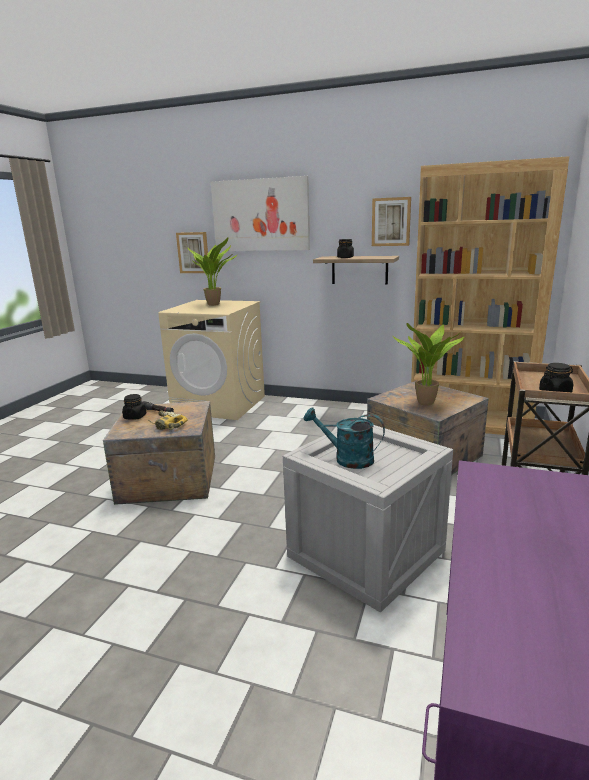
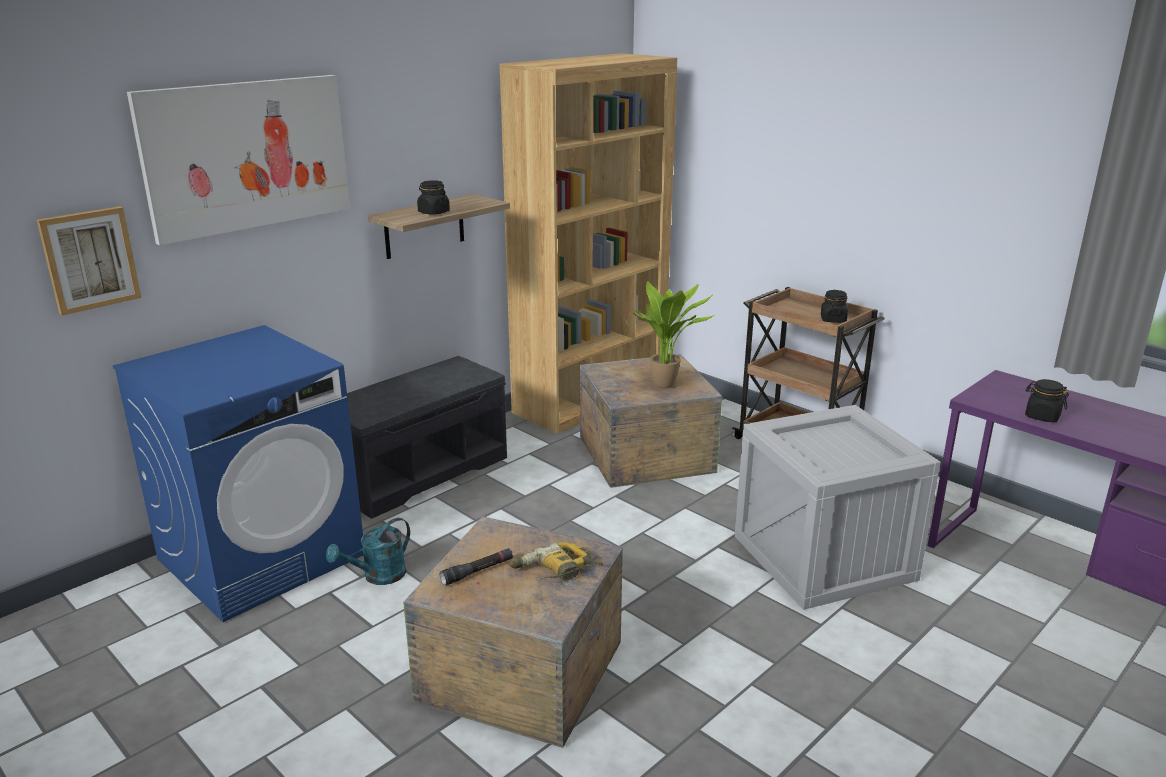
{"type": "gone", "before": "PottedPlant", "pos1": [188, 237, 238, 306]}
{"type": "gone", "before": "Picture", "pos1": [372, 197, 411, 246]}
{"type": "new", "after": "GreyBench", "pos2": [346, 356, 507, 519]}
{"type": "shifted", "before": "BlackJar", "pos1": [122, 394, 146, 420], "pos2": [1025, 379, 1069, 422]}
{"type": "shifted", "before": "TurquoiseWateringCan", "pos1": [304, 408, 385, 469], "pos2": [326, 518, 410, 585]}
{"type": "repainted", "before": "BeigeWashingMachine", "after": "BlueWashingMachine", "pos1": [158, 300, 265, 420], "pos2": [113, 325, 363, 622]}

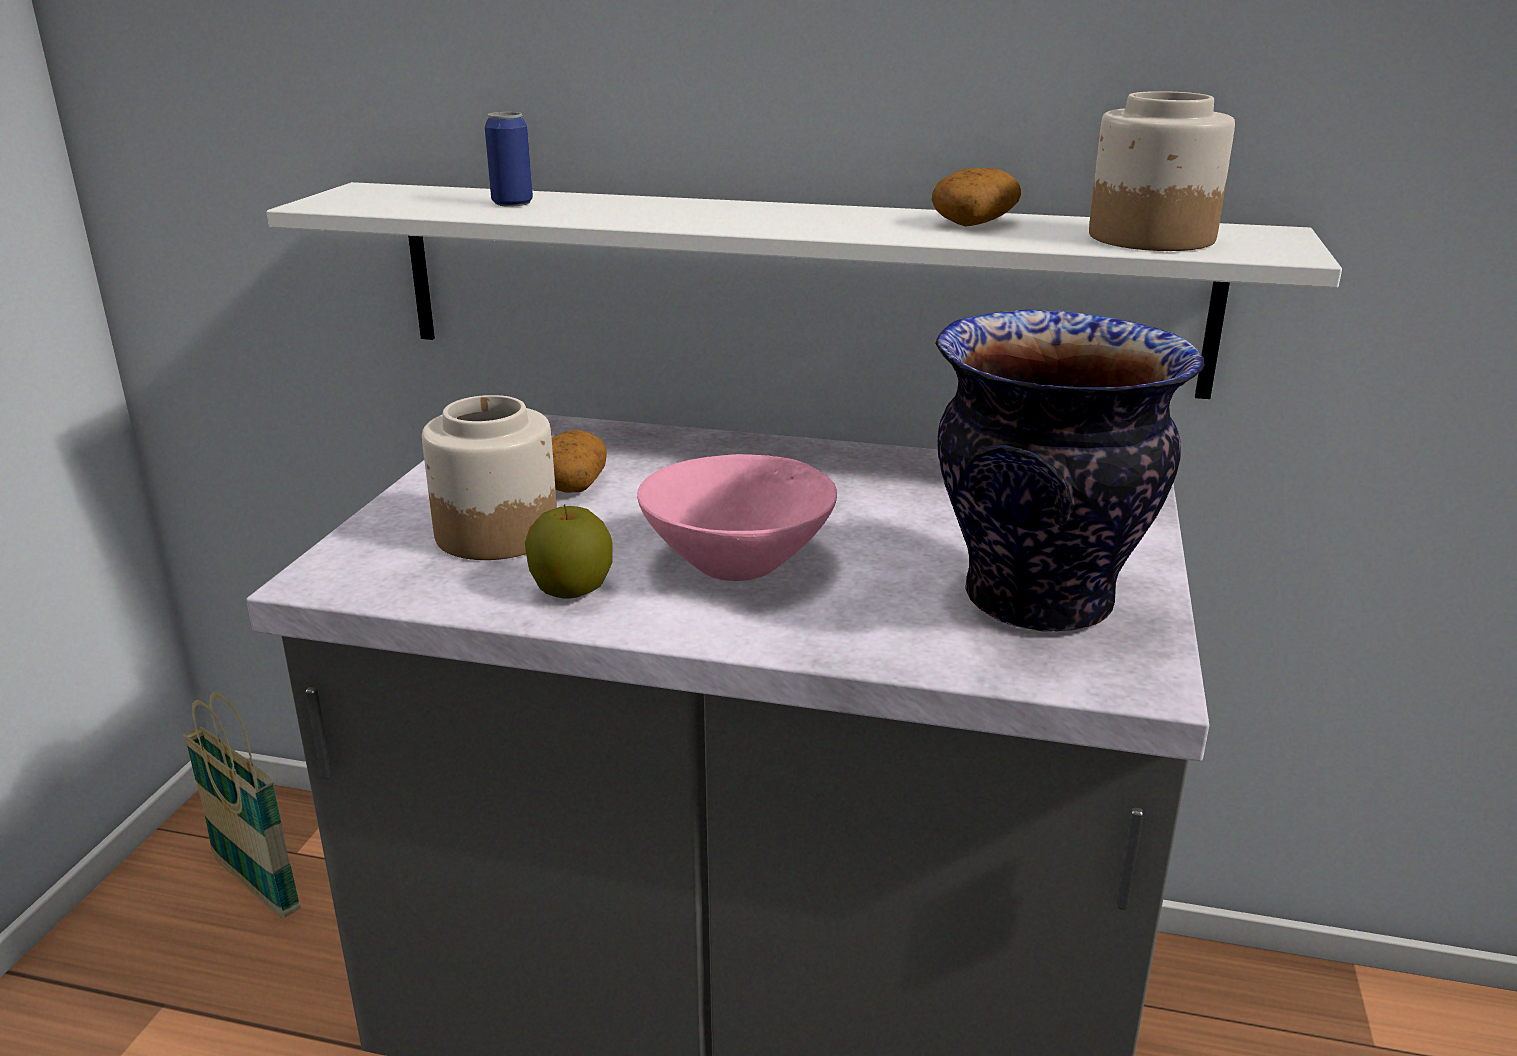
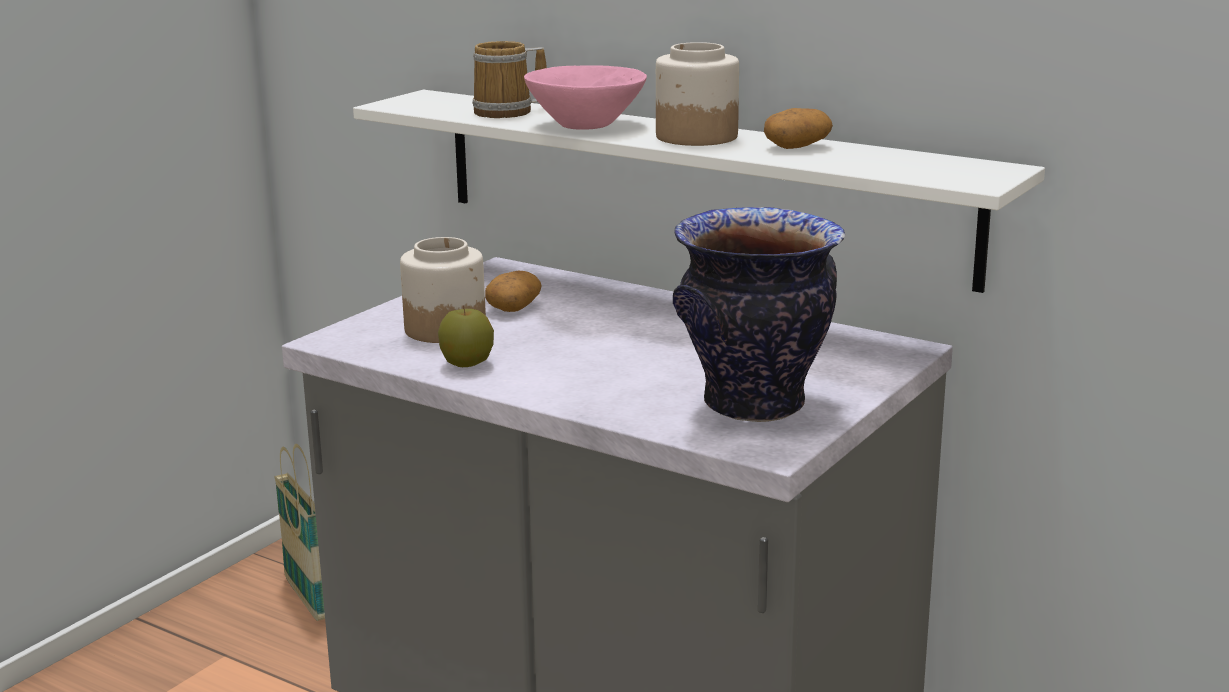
{"type": "shifted", "before": "PinkBowl", "pos1": [637, 454, 837, 581], "pos2": [524, 65, 647, 130]}
{"type": "shifted", "before": "Jar", "pos1": [1089, 91, 1235, 251], "pos2": [656, 42, 739, 146]}
{"type": "swapped", "before": "Can", "after": "Mug", "pos1": [485, 112, 533, 207], "pos2": [472, 41, 547, 118]}

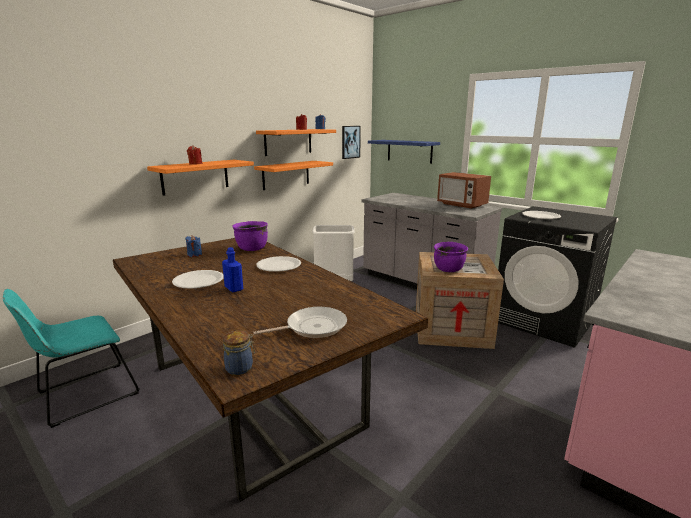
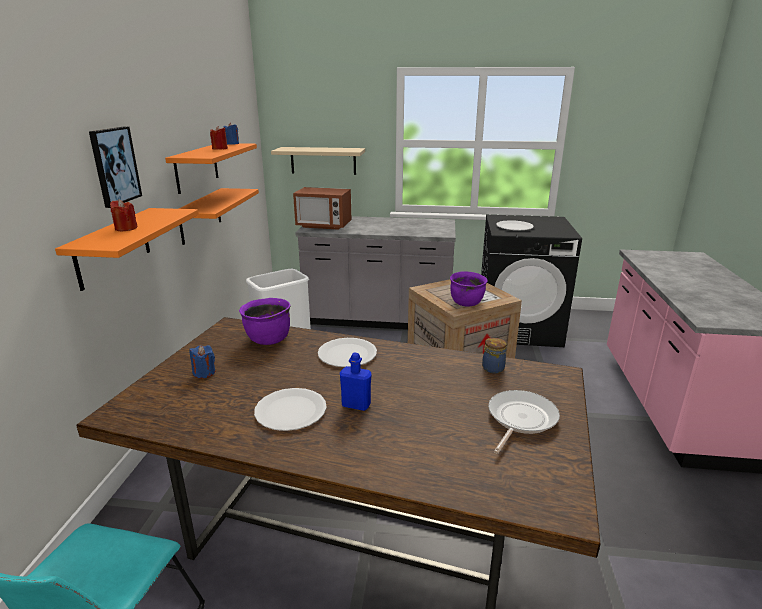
{"type": "shifted", "before": "Jar", "pos1": [223, 331, 255, 375], "pos2": [482, 338, 507, 374]}
{"type": "shifted", "before": "Picture", "pos1": [342, 126, 361, 159], "pos2": [89, 126, 142, 208]}
{"type": "shifted", "before": "Microwave", "pos1": [437, 172, 491, 209], "pos2": [293, 187, 351, 230]}
{"type": "repainted", "before": "BlueShelf", "after": "BeigeShelf", "pos1": [368, 140, 440, 164], "pos2": [271, 147, 365, 175]}

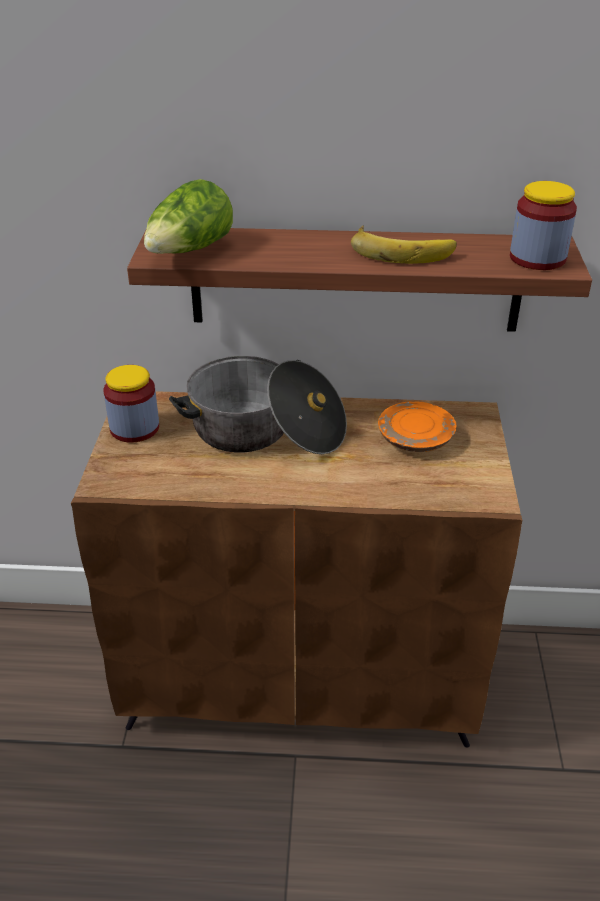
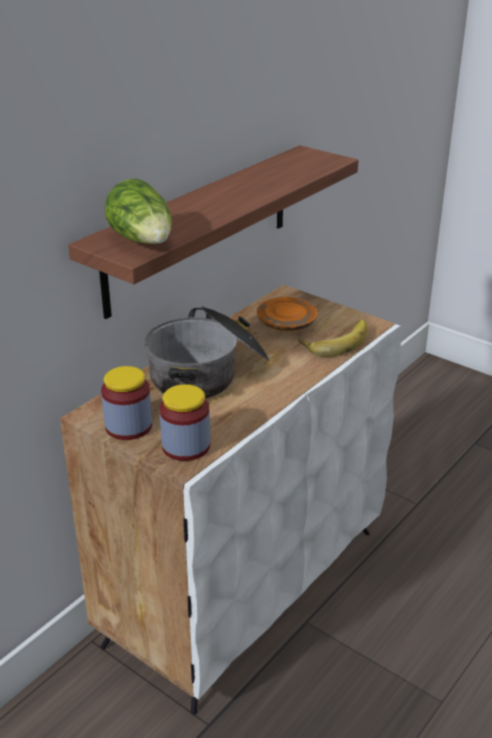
{"type": "shifted", "before": "Banana", "pos1": [351, 225, 457, 264], "pos2": [298, 319, 367, 357]}
{"type": "shifted", "before": "Jar", "pos1": [510, 181, 577, 270], "pos2": [159, 384, 210, 461]}
{"type": "repainted", "before": "BrownCabinet", "after": "WhiteCabinet", "pos1": [71, 391, 522, 748], "pos2": [60, 285, 401, 715]}

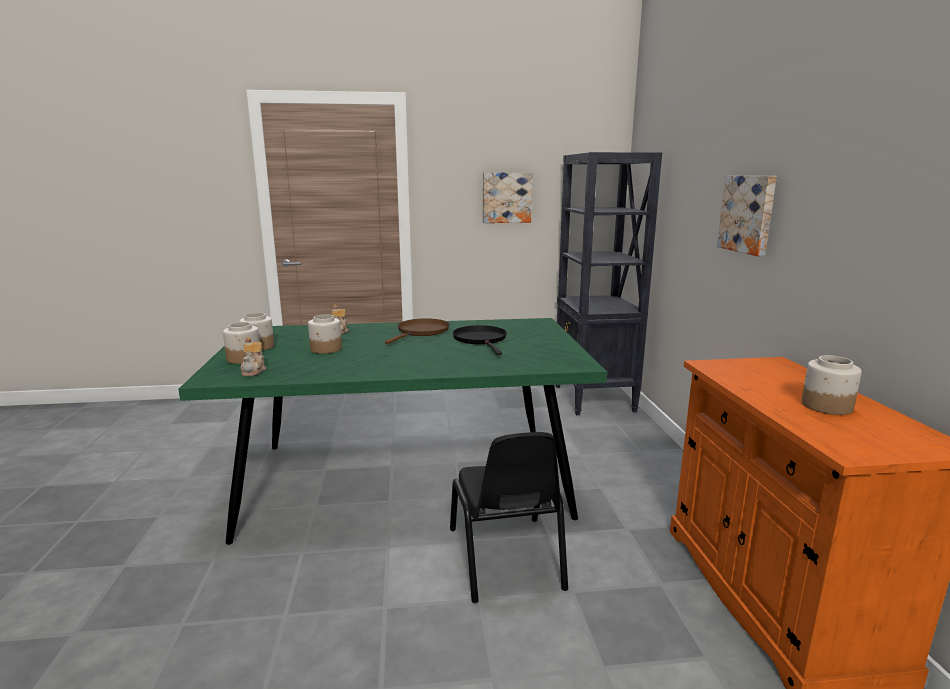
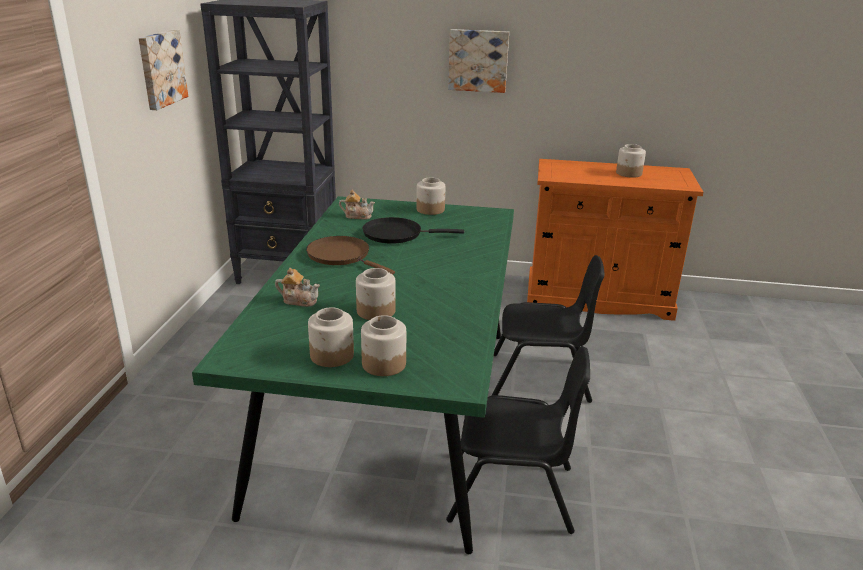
{"type": "new", "after": "Jar", "pos2": [417, 178, 446, 215]}
{"type": "new", "after": "BlackChair", "pos2": [446, 346, 590, 534]}
{"type": "shifted", "before": "Teapot", "pos1": [241, 337, 267, 376], "pos2": [339, 190, 375, 220]}

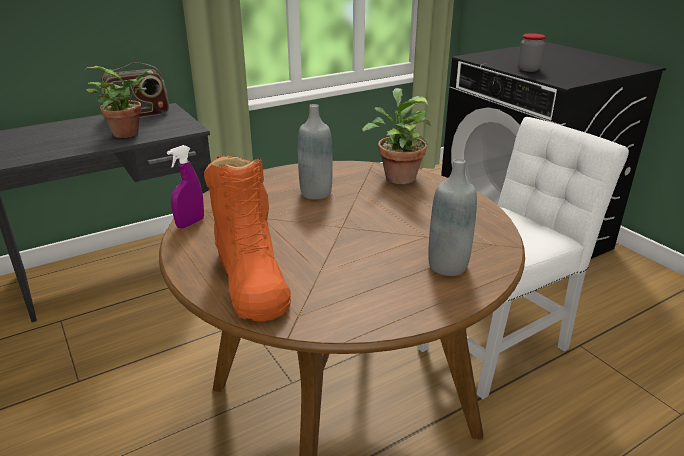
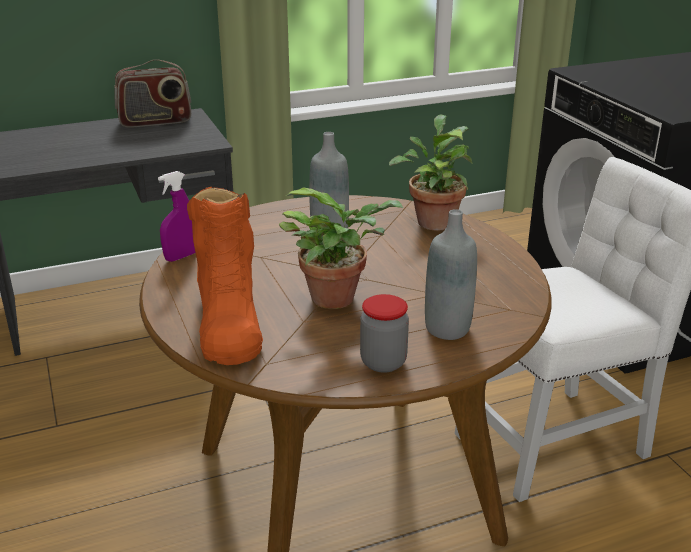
{"type": "shifted", "before": "PottedPlant", "pos1": [86, 66, 154, 138], "pos2": [279, 187, 403, 309]}
{"type": "shifted", "before": "Jar", "pos1": [518, 33, 546, 72], "pos2": [360, 294, 409, 373]}

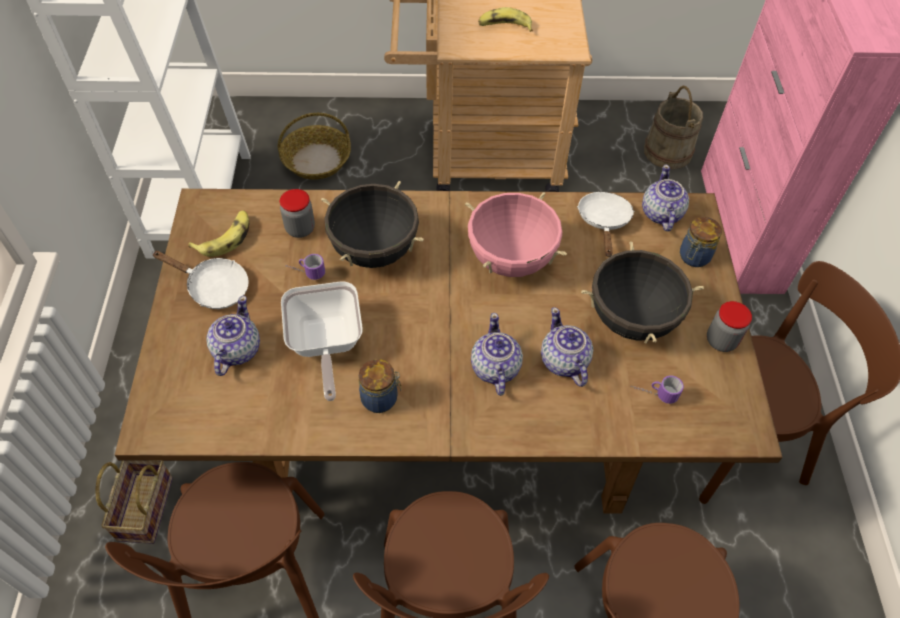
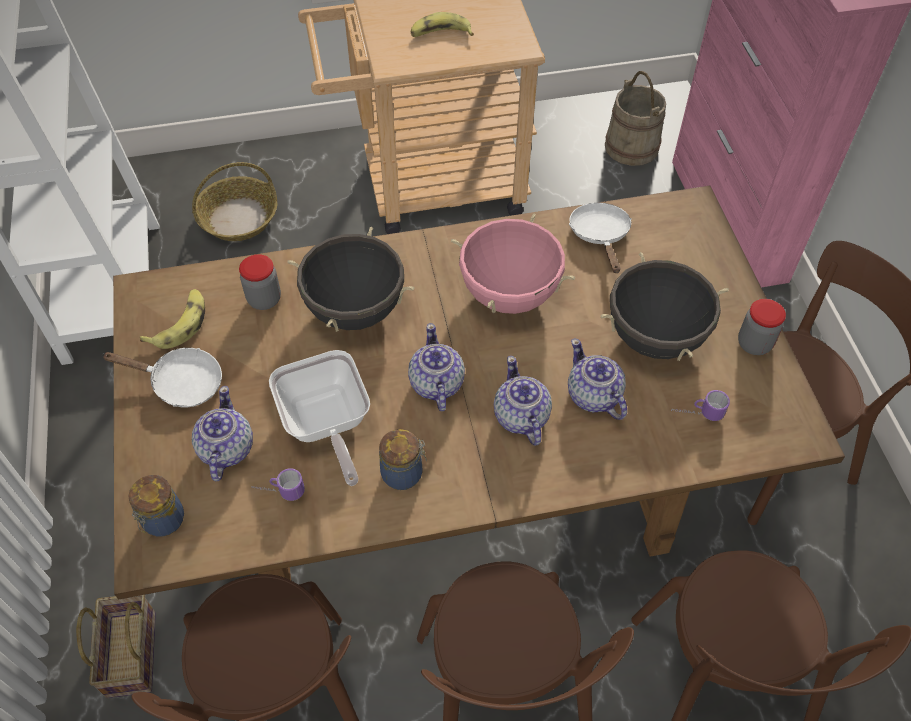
{"type": "shifted", "before": "Mug", "pos1": [286, 254, 325, 280], "pos2": [252, 468, 305, 501]}
{"type": "shifted", "before": "Teapot", "pos1": [642, 165, 689, 231], "pos2": [408, 323, 465, 412]}
{"type": "shifted", "before": "Jar", "pos1": [680, 217, 722, 267], "pos2": [128, 475, 184, 536]}

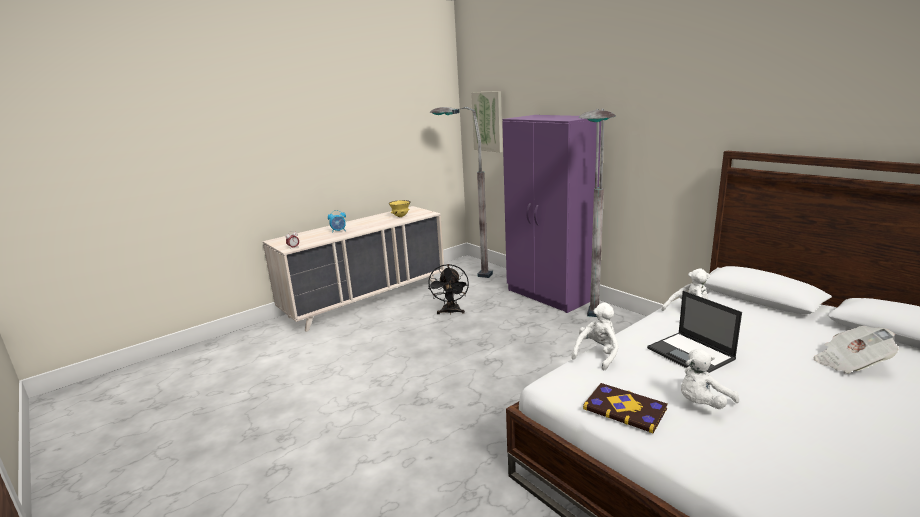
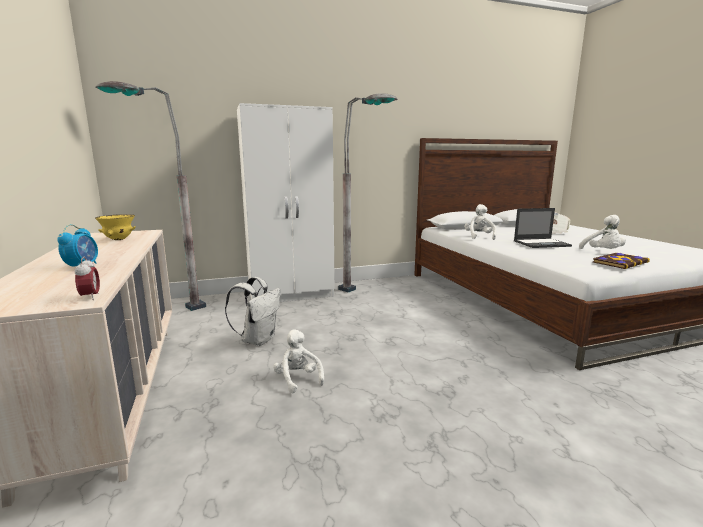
{"type": "gone", "before": "Picture", "pos1": [471, 91, 503, 152]}
{"type": "shifted", "before": "WhitePlushToy", "pos1": [571, 302, 619, 370], "pos2": [273, 329, 324, 393]}
{"type": "swapped", "before": "BlackFan", "after": "WhiteBackpack", "pos1": [428, 264, 469, 315], "pos2": [225, 277, 280, 346]}
{"type": "repainted", "before": "PurpleWardrobe", "after": "WhiteWardrobe", "pos1": [502, 115, 601, 313], "pos2": [237, 103, 335, 302]}

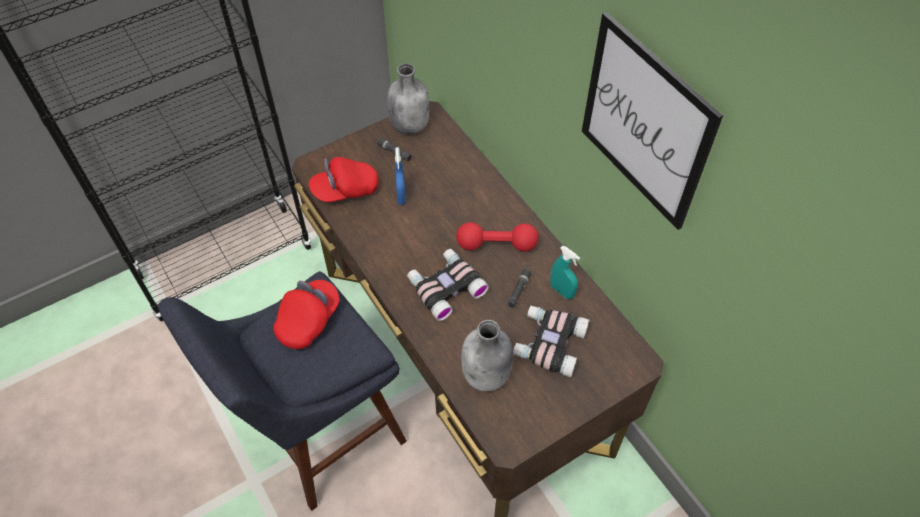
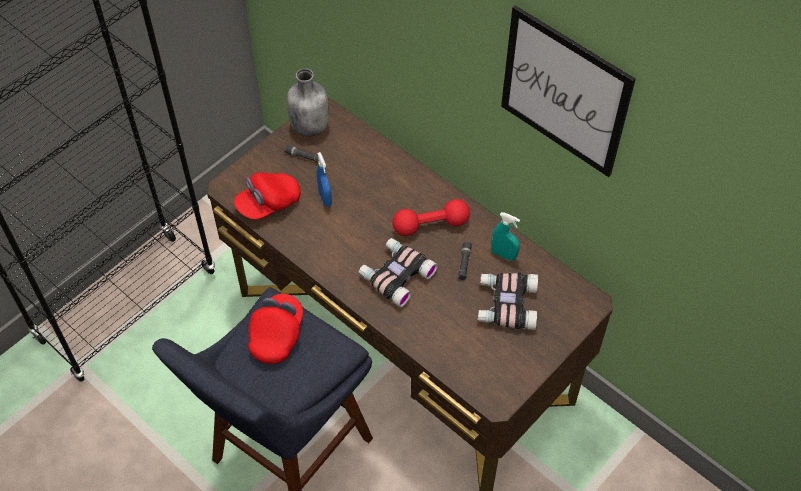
{"type": "gone", "before": "GreyBottle", "pos1": [461, 320, 513, 392]}

